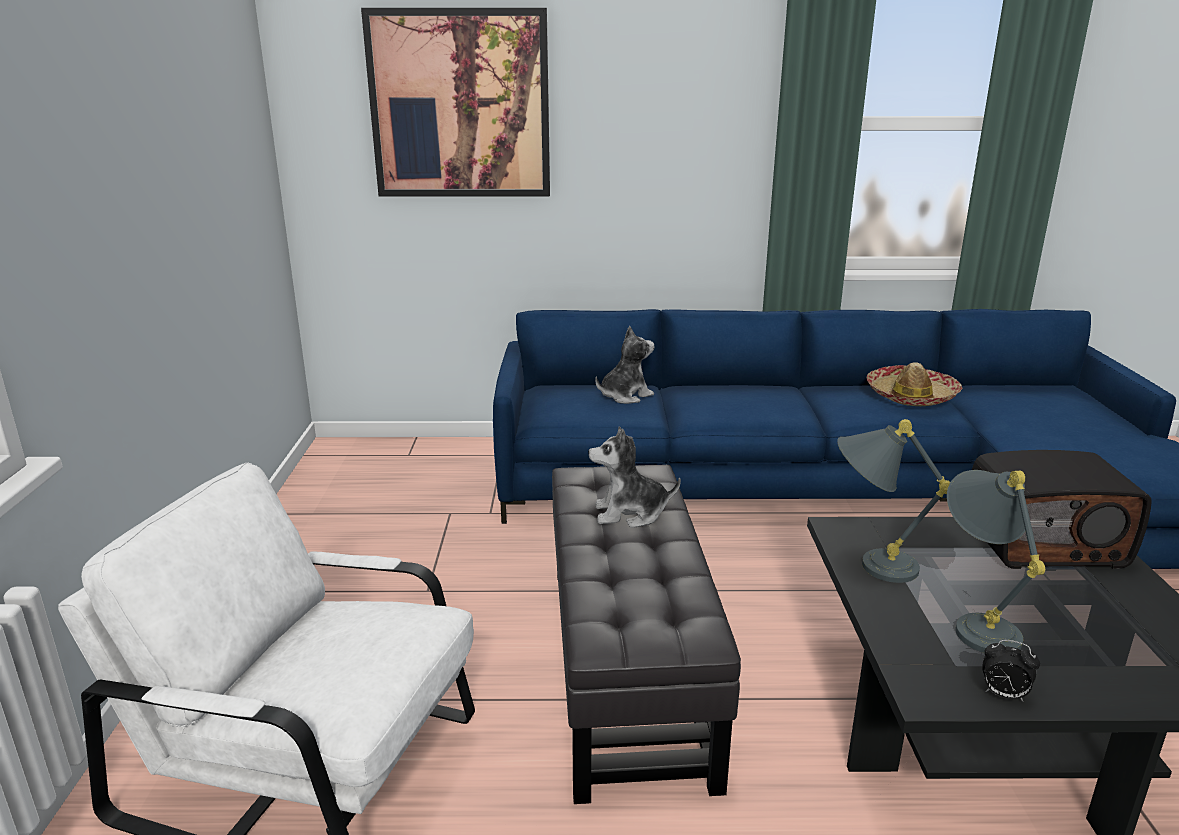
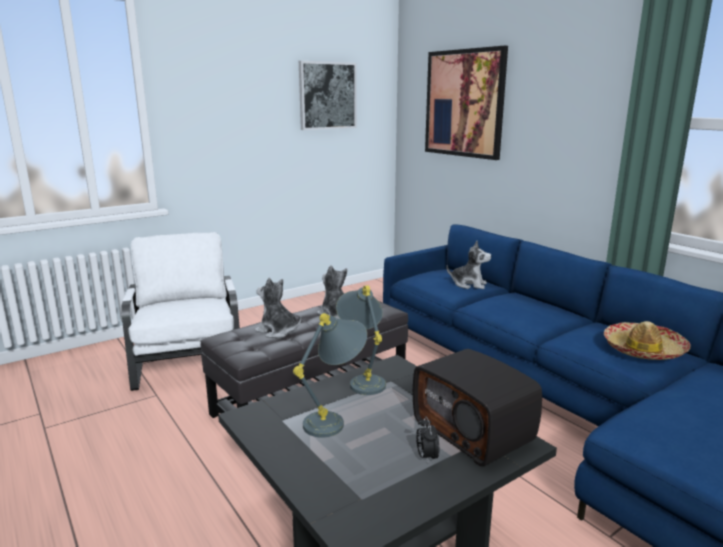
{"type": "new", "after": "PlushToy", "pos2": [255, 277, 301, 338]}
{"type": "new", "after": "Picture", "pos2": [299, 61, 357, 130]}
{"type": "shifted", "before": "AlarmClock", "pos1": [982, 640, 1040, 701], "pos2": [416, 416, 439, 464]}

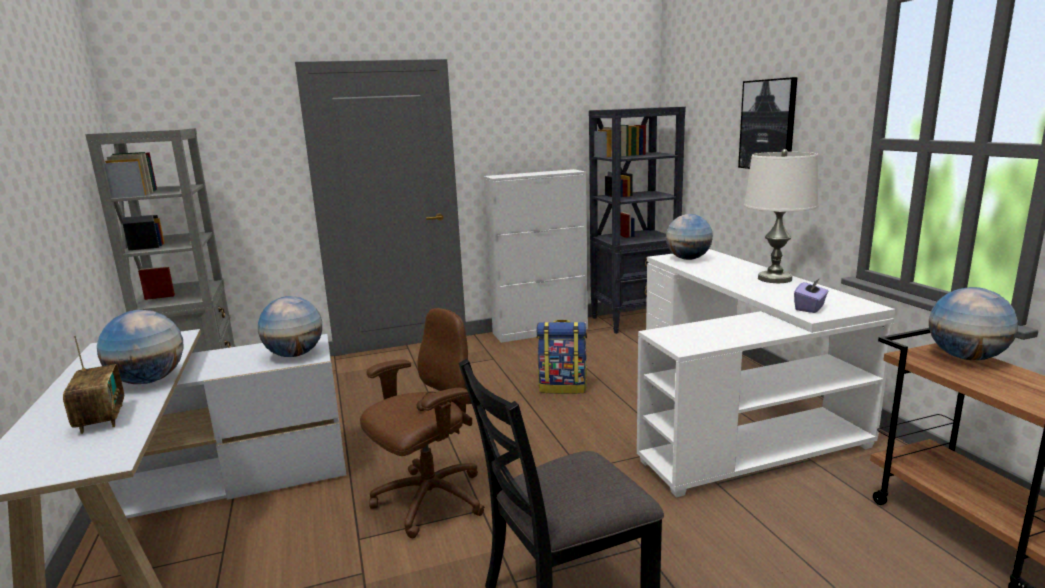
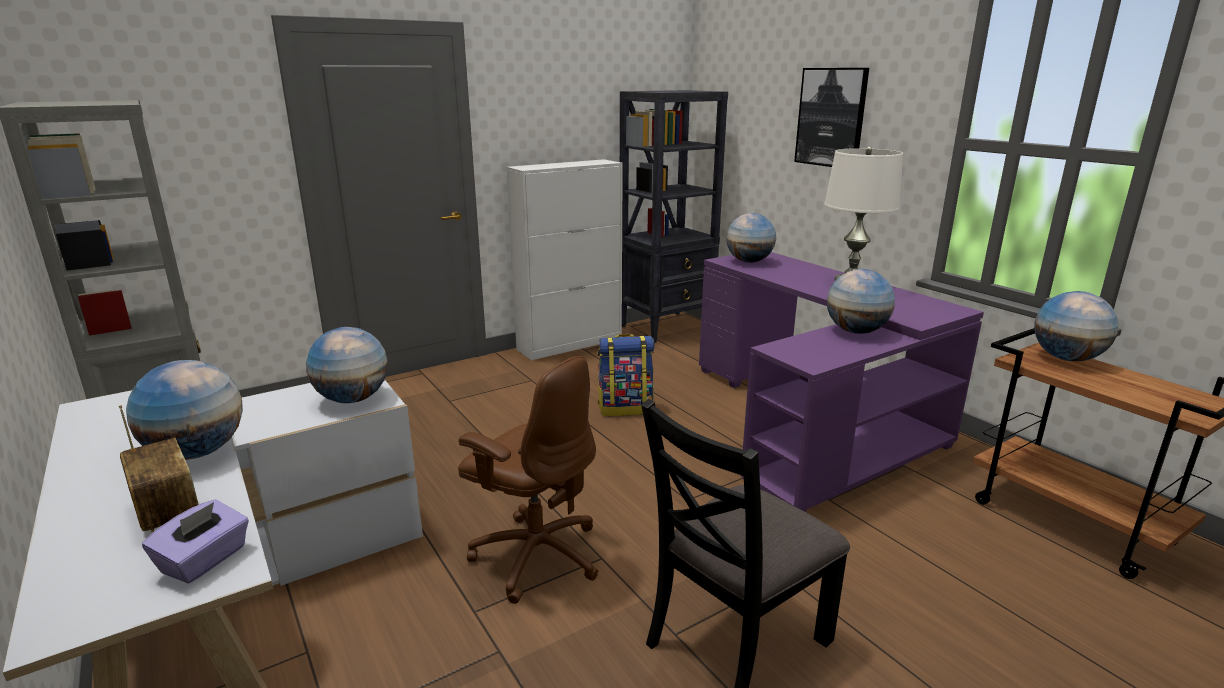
{"type": "new", "after": "Globe", "pos2": [827, 269, 895, 334]}
{"type": "shifted", "before": "PurpleTissueBox", "pos1": [794, 278, 829, 313], "pos2": [142, 499, 249, 584]}
{"type": "repainted", "before": "WhiteDesk", "after": "PurpleDesk", "pos1": [637, 249, 895, 497], "pos2": [699, 252, 984, 512]}
{"type": "rotated", "before": "BrownOfficeChair", "pos1": [360, 308, 485, 538], "pos2": [458, 356, 599, 604], "turn": 90}

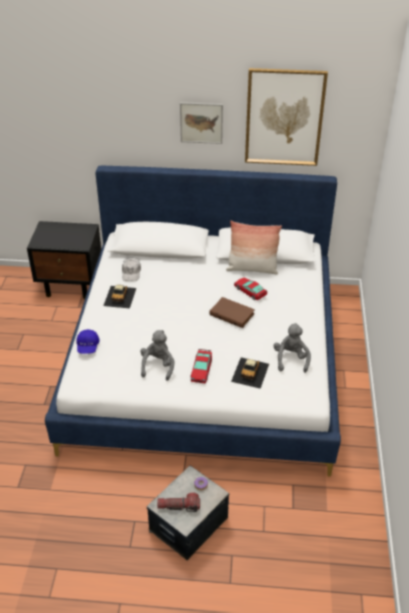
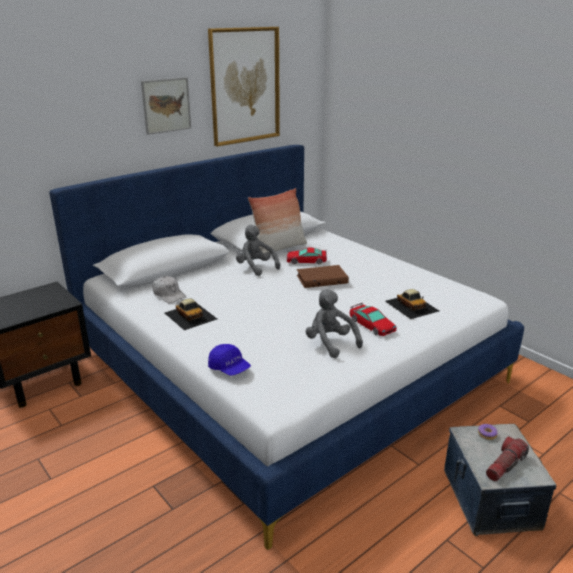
{"type": "shifted", "before": "GreyPlushToy", "pos1": [274, 323, 311, 373], "pos2": [236, 225, 280, 276]}

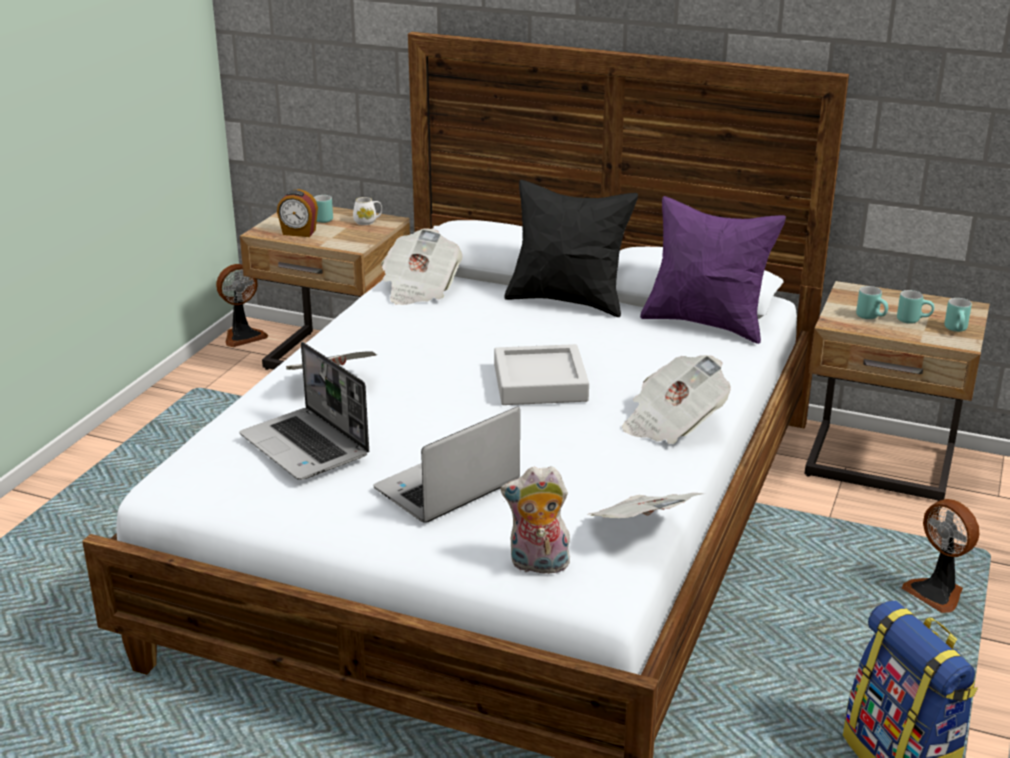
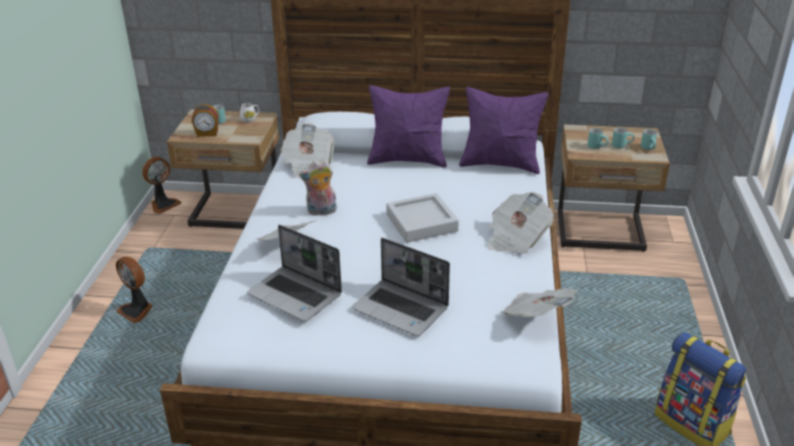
{"type": "shifted", "before": "PlushToy", "pos1": [501, 466, 570, 574], "pos2": [299, 159, 337, 216]}
{"type": "shifted", "before": "Fan", "pos1": [902, 499, 979, 613], "pos2": [116, 256, 153, 323]}
{"type": "repainted", "before": "BlackPillow", "after": "PurplePillow", "pos1": [504, 180, 638, 317], "pos2": [367, 85, 450, 168]}
{"type": "rotated", "before": "Laptop", "pos1": [374, 407, 520, 523], "pos2": [352, 238, 450, 337], "turn": -90}

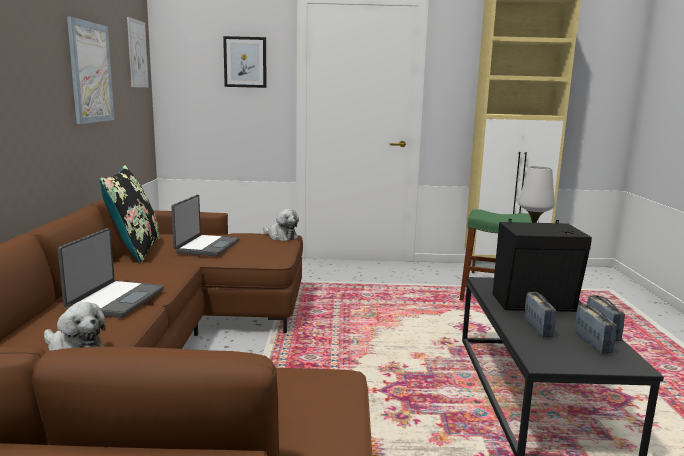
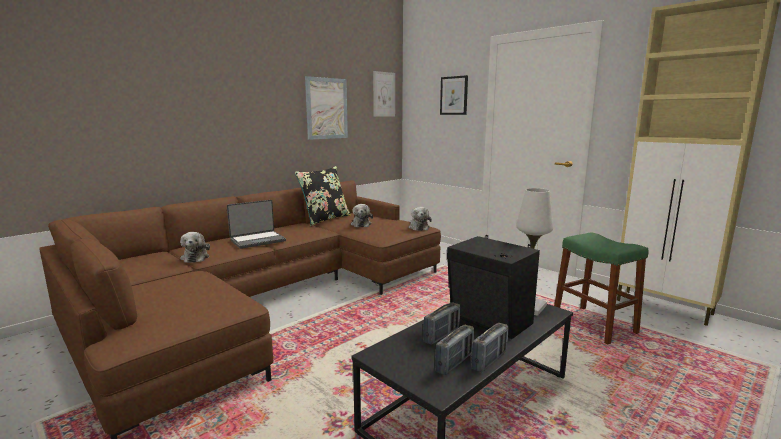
{"type": "swapped", "before": "Laptop", "after": "PlushToy", "pos1": [171, 195, 239, 256], "pos2": [351, 204, 373, 227]}

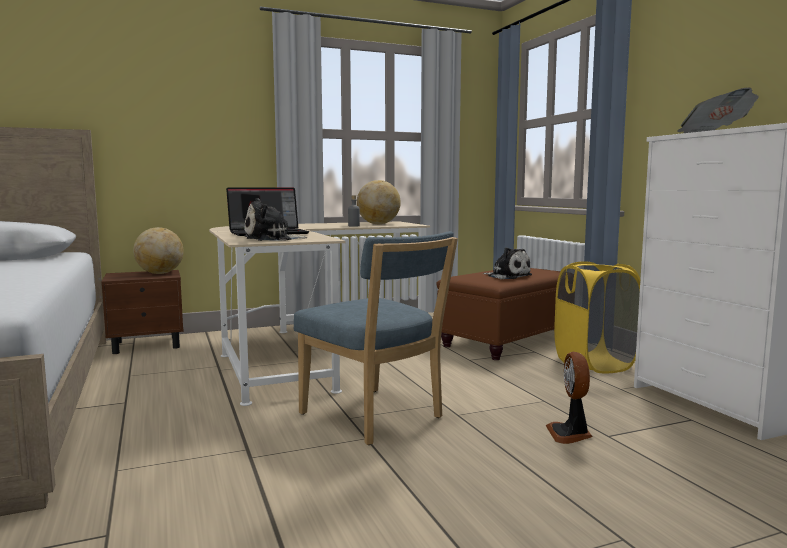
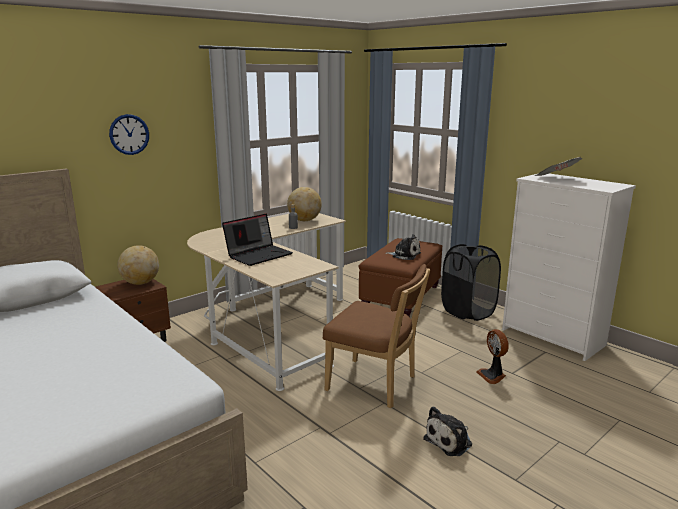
{"type": "new", "after": "WallClock", "pos2": [109, 114, 149, 155]}
{"type": "shifted", "before": "PlushToy", "pos1": [244, 198, 307, 241], "pos2": [423, 406, 472, 456]}
{"type": "repainted", "before": "BlueChair", "after": "BrownChair", "pos1": [294, 231, 458, 445], "pos2": [323, 264, 430, 408]}
{"type": "repainted", "before": "YellowLaundryBasket", "after": "BlackLaundryBasket", "pos1": [554, 261, 640, 373], "pos2": [441, 244, 501, 321]}

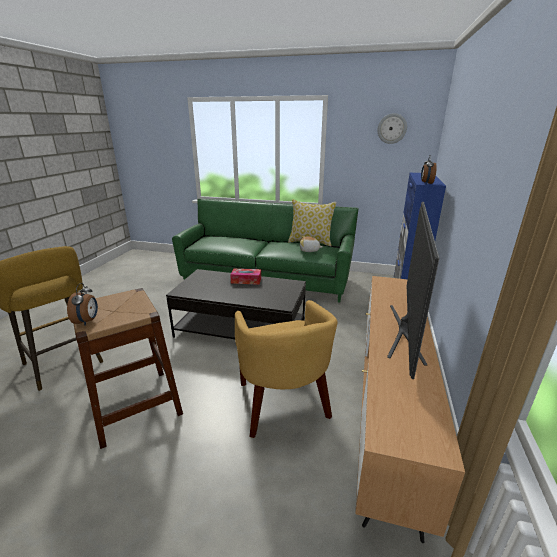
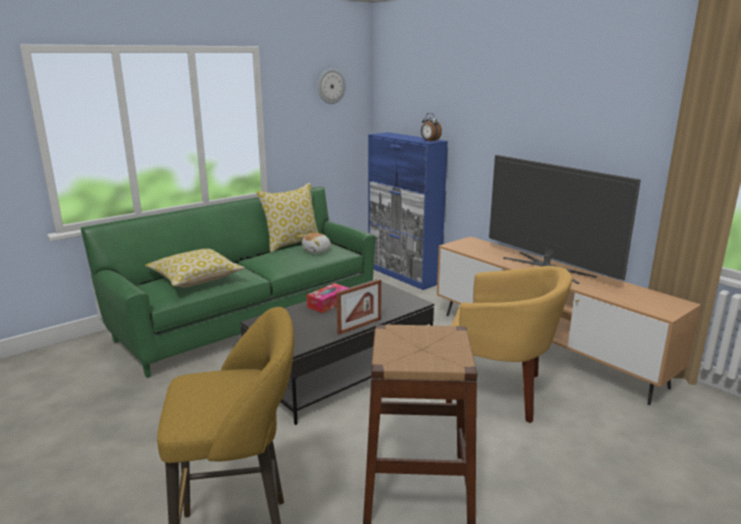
{"type": "gone", "before": "AlarmClock", "pos1": [67, 283, 98, 326]}
{"type": "new", "after": "Pillow", "pos2": [145, 249, 245, 288]}
{"type": "new", "after": "PictureFrame", "pos2": [336, 279, 381, 335]}

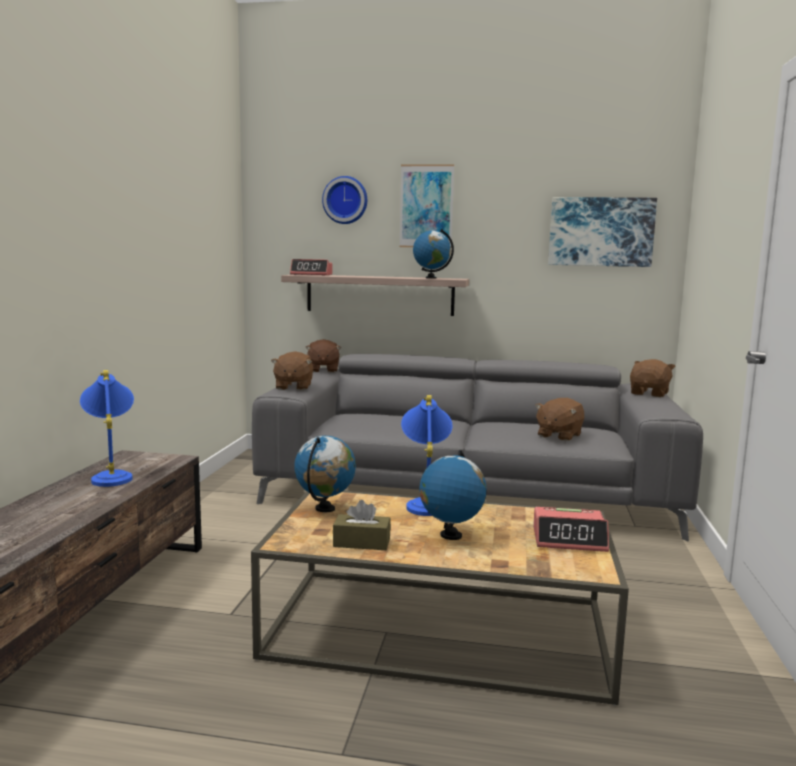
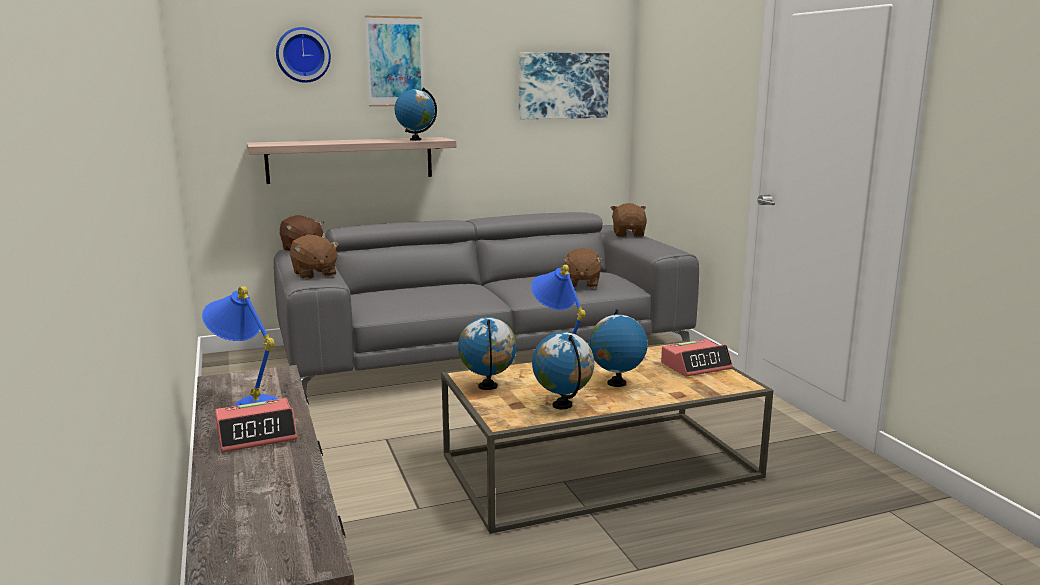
{"type": "shifted", "before": "AlarmClock", "pos1": [290, 259, 333, 276], "pos2": [215, 398, 297, 453]}
{"type": "swapped", "before": "BrownTissueBox", "after": "Globe", "pos1": [333, 500, 391, 550], "pos2": [532, 332, 594, 409]}

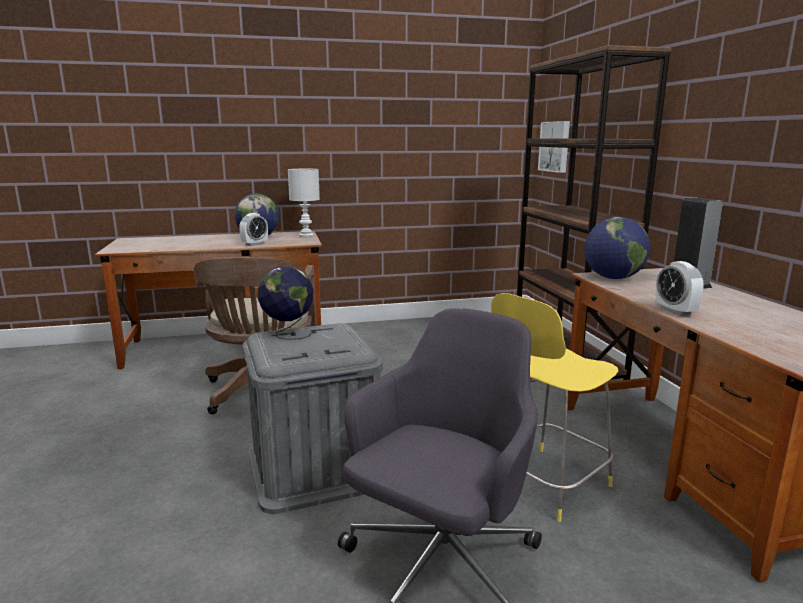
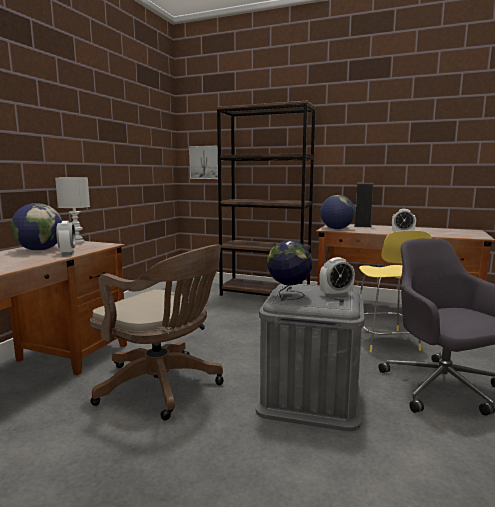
{"type": "new", "after": "AlarmClock", "pos2": [319, 257, 355, 297]}

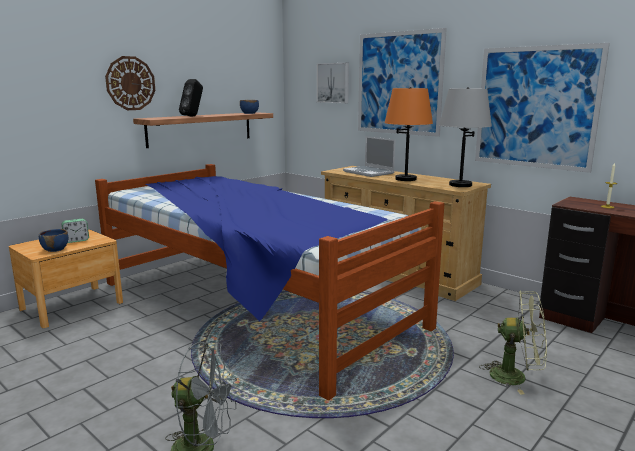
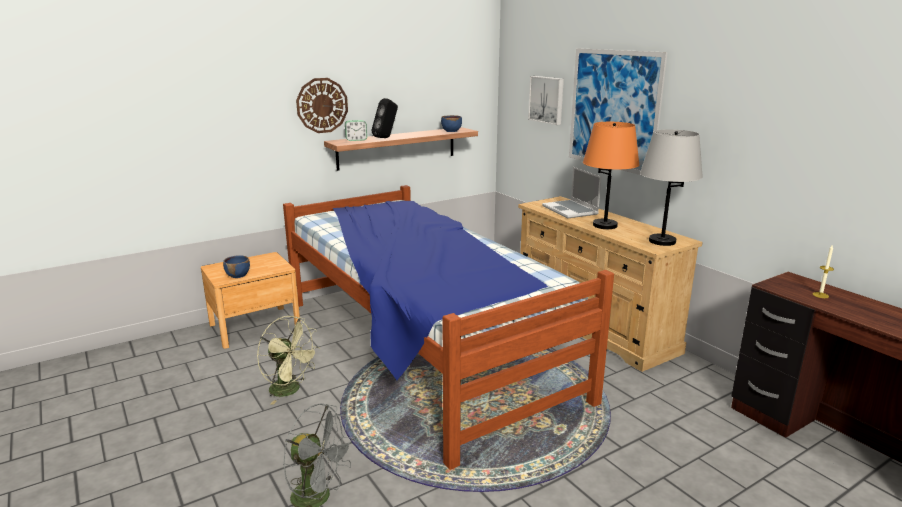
{"type": "gone", "before": "Picture", "pos1": [475, 43, 610, 173]}
{"type": "shifted", "before": "AlarmClock", "pos1": [62, 219, 89, 243], "pos2": [345, 120, 367, 141]}
{"type": "shifted", "before": "GreenFan", "pos1": [479, 291, 547, 395], "pos2": [257, 316, 320, 405]}

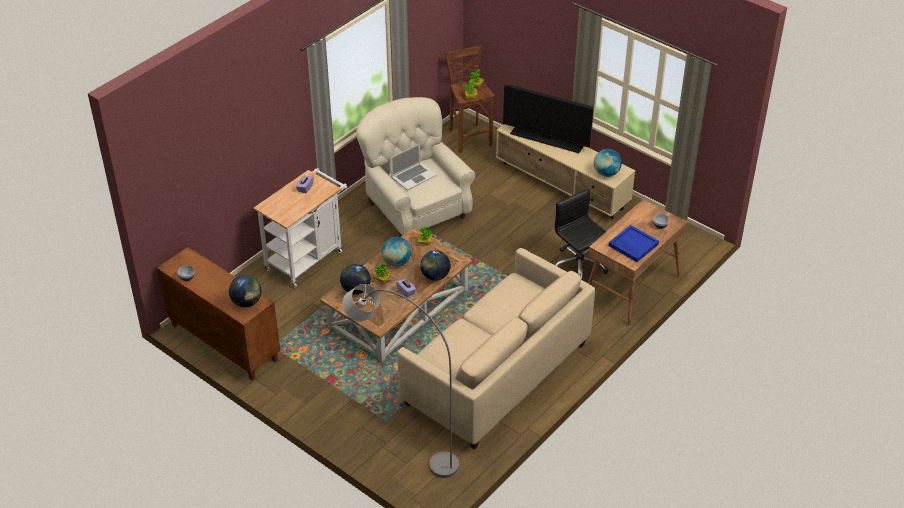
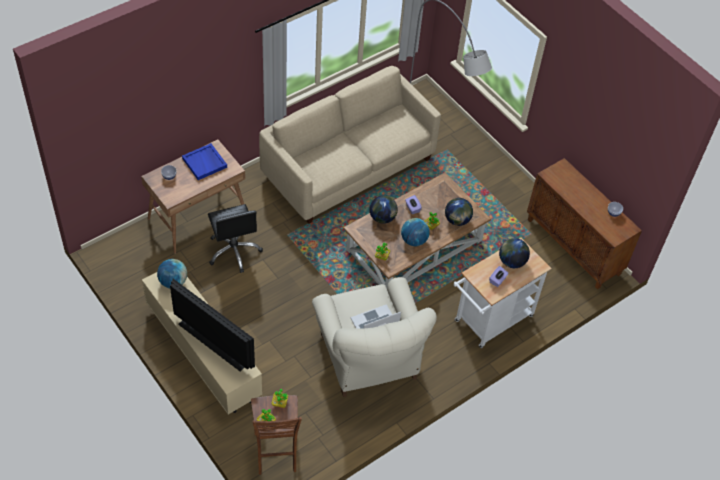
{"type": "shifted", "before": "Globe", "pos1": [229, 275, 261, 307], "pos2": [499, 238, 530, 268]}

